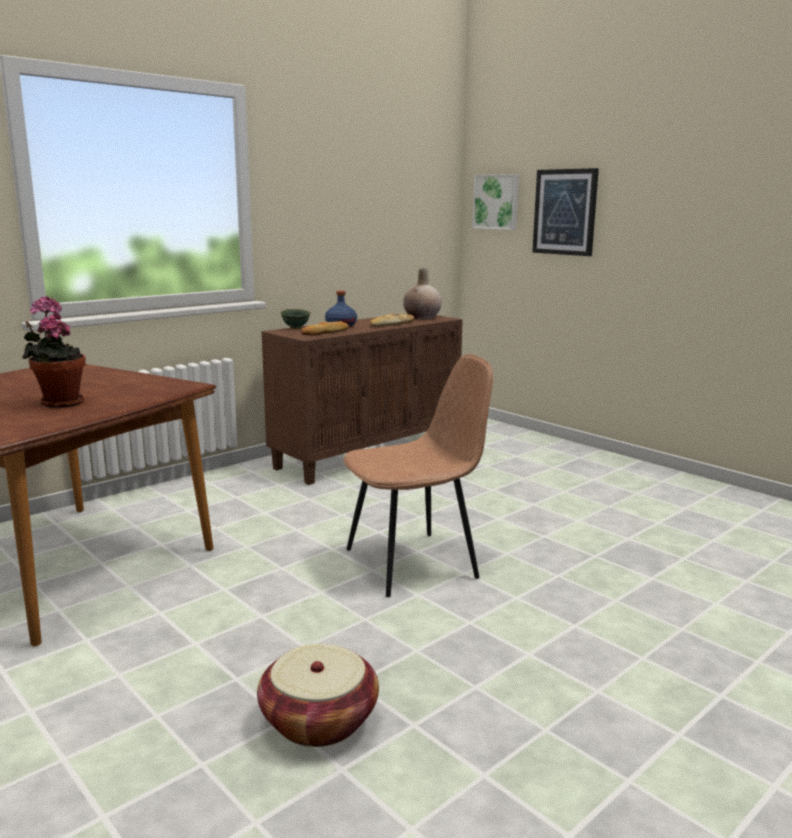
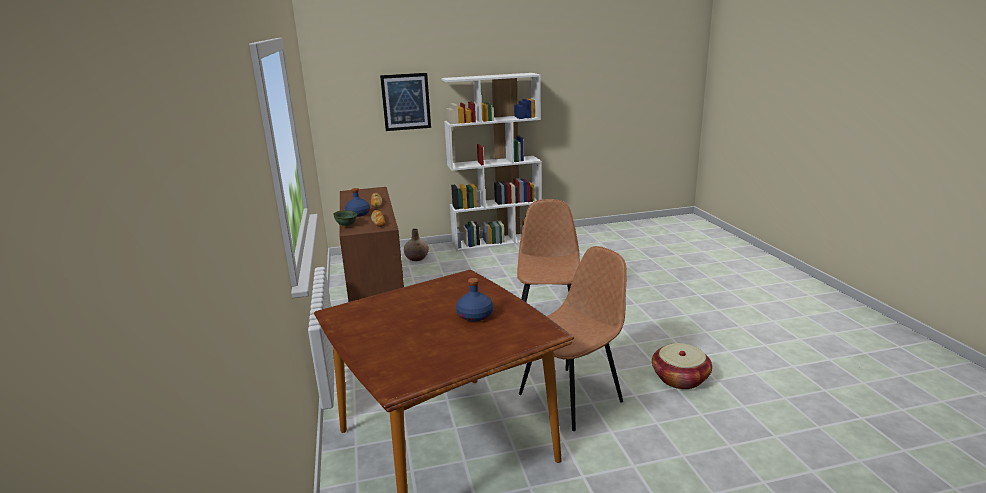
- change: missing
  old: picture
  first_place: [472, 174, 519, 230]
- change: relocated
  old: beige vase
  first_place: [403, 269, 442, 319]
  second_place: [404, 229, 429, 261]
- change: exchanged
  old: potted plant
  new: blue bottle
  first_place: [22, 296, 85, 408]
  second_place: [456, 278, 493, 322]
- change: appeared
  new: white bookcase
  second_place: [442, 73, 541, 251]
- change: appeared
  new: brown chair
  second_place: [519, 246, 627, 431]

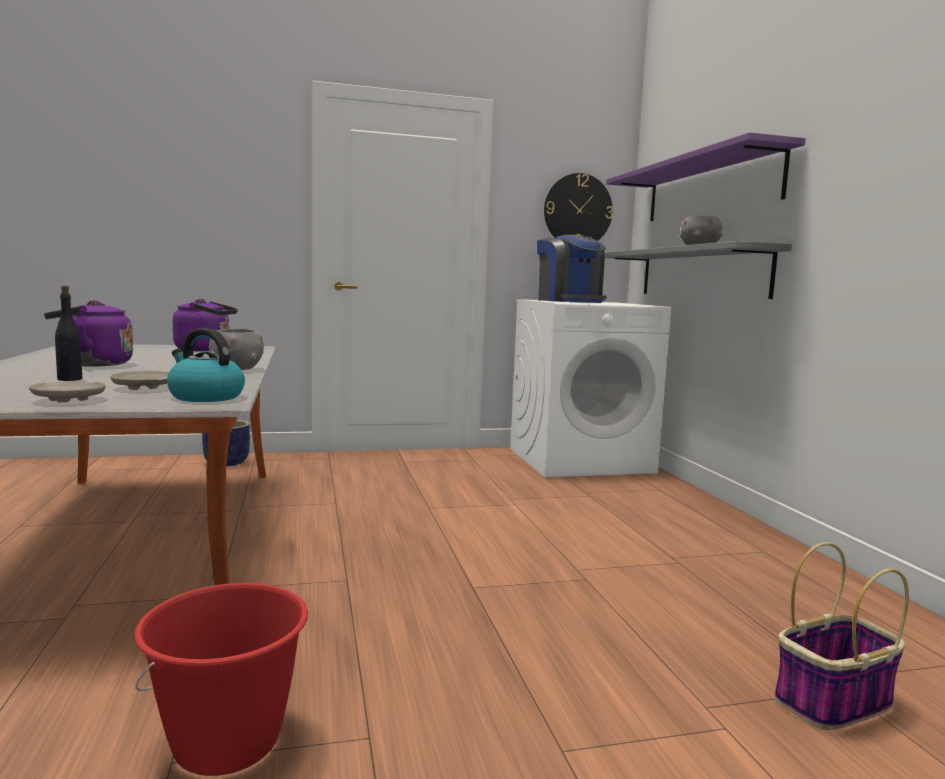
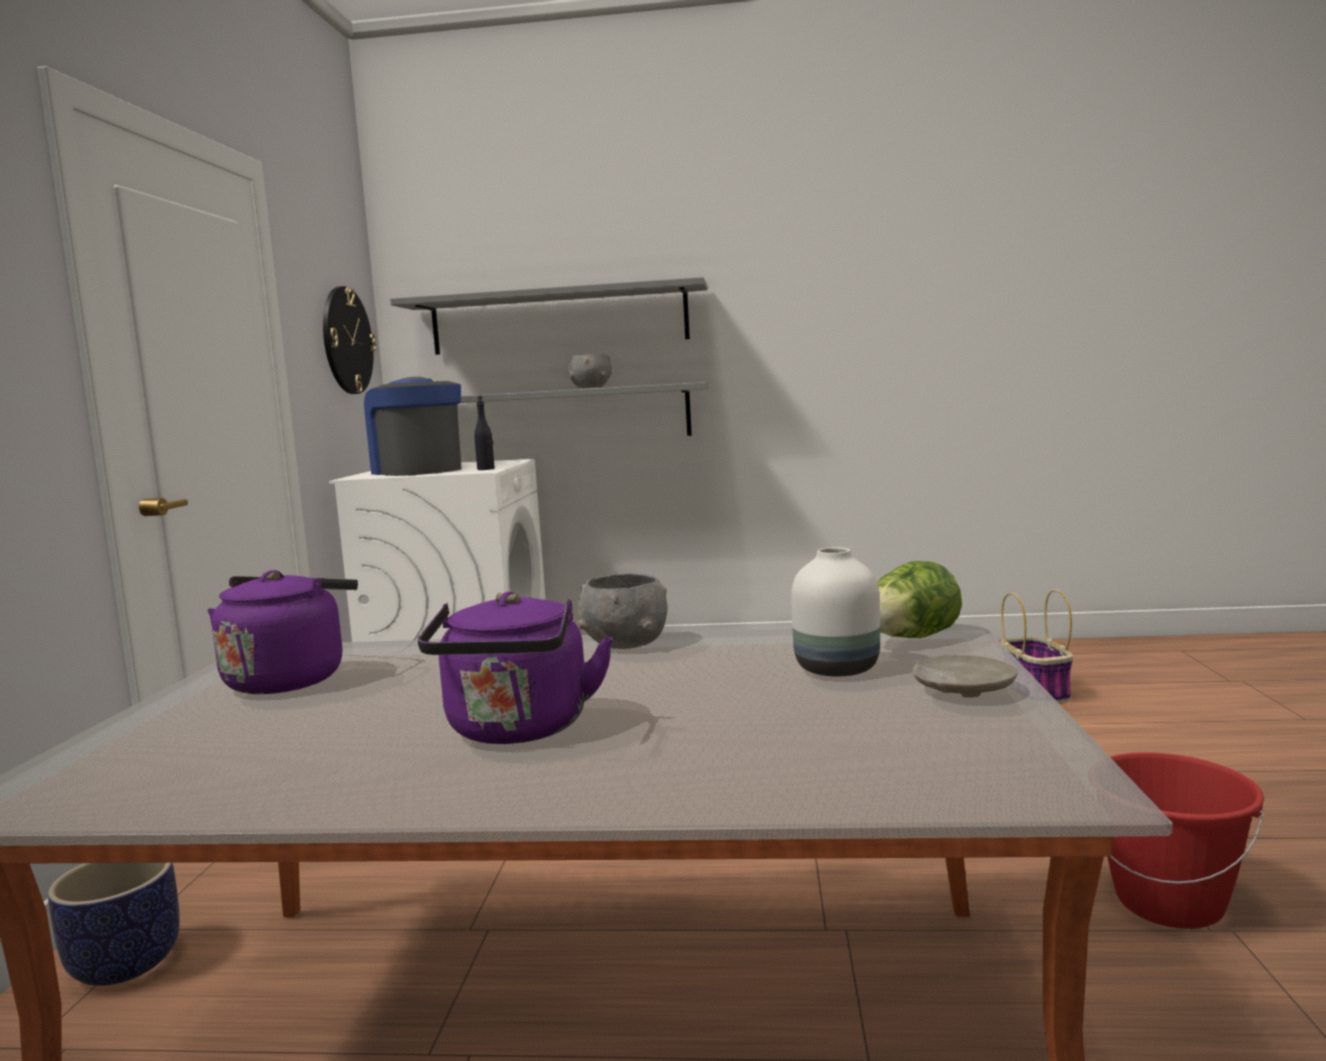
- change: colour
  old: purple shelf
  new: grey shelf
  first_place: [606, 132, 806, 221]
  second_place: [390, 277, 707, 355]
- change: spun
  old: coffee machine
  first_place: [537, 235, 607, 303]
  second_place: [364, 377, 461, 476]
  degrees: -120
- change: relocated
  old: black bottle
  first_place: [55, 286, 82, 381]
  second_place: [474, 395, 495, 470]
- change: exchanged
  old: kettle
  new: lettuce
  first_place: [167, 328, 245, 402]
  second_place: [877, 561, 962, 638]
- change: exchanged
  old: beige plate
  new: white vase
  first_place: [110, 371, 169, 390]
  second_place: [791, 547, 880, 676]

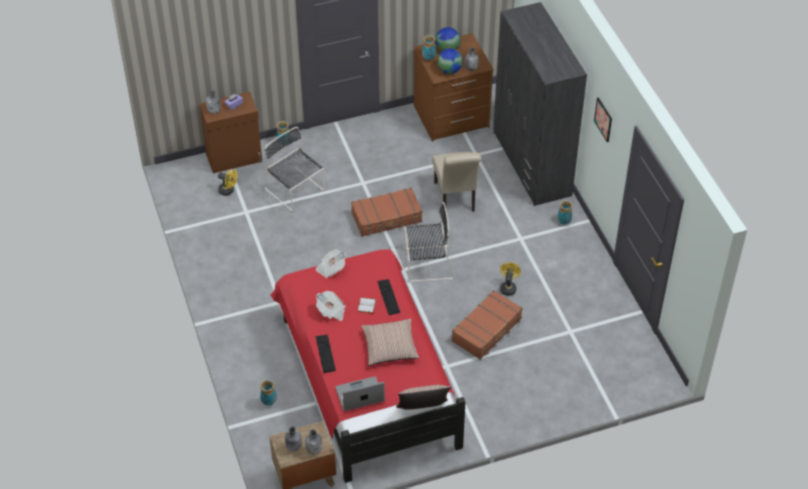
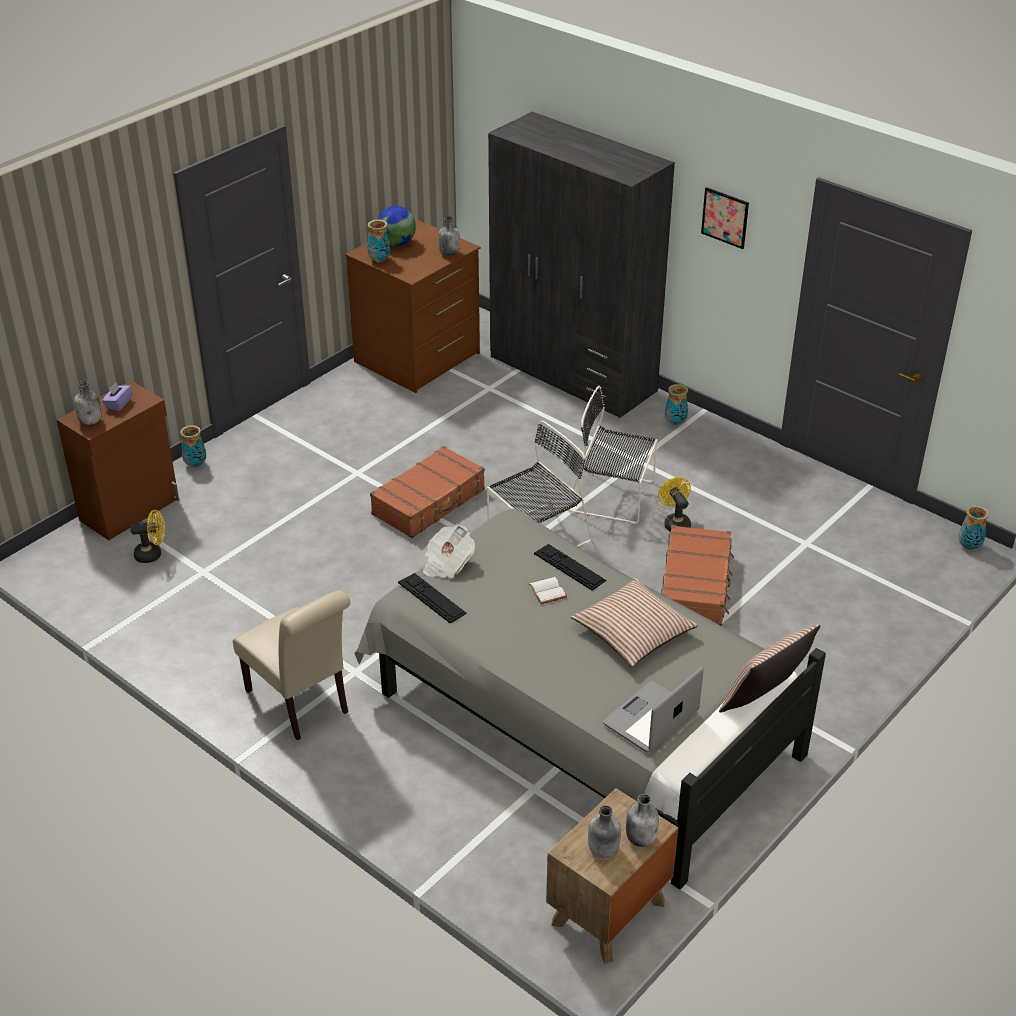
- change: missing
  old: globe
  first_place: [437, 48, 463, 74]
- change: relocated
  old: black chair
  first_place: [264, 127, 325, 211]
  second_place: [566, 386, 658, 524]
- change: relocated
  old: beige chair
  first_place: [432, 152, 481, 212]
  second_place: [233, 590, 350, 741]
- change: colour
  old: red bed
  new: grey bed
  first_place: [271, 249, 465, 483]
  second_place: [354, 509, 826, 890]
- change: missing
  old: newspaper
  first_place: [316, 291, 346, 321]
- change: relocated
  old: keyboard
  first_place: [316, 335, 336, 373]
  second_place: [398, 573, 467, 623]
- change: relocated
  old: vase
  first_place: [260, 380, 277, 406]
  second_place: [958, 505, 989, 550]

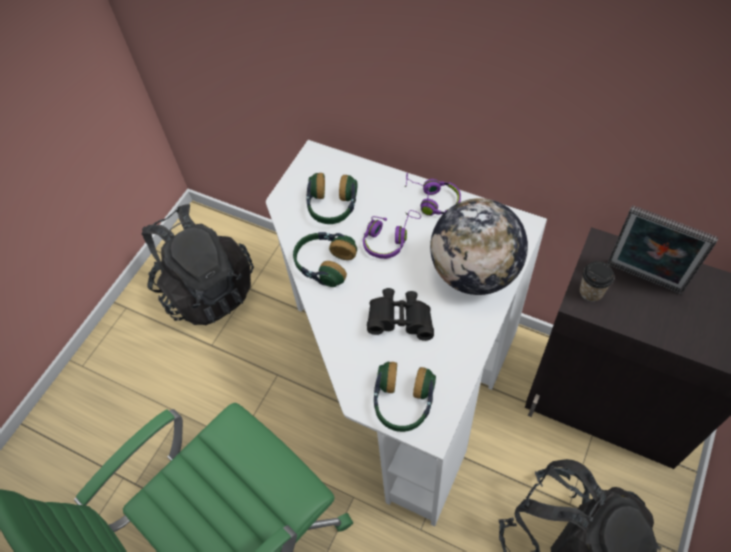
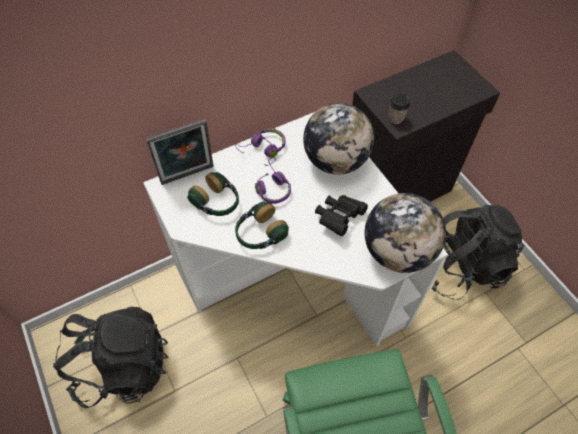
- change: relocated
  old: picture frame
  first_place: [607, 205, 719, 294]
  second_place: [146, 118, 214, 185]
- change: exchanged
  old: headphones
  new: globe
  first_place: [374, 362, 436, 432]
  second_place: [365, 193, 446, 273]

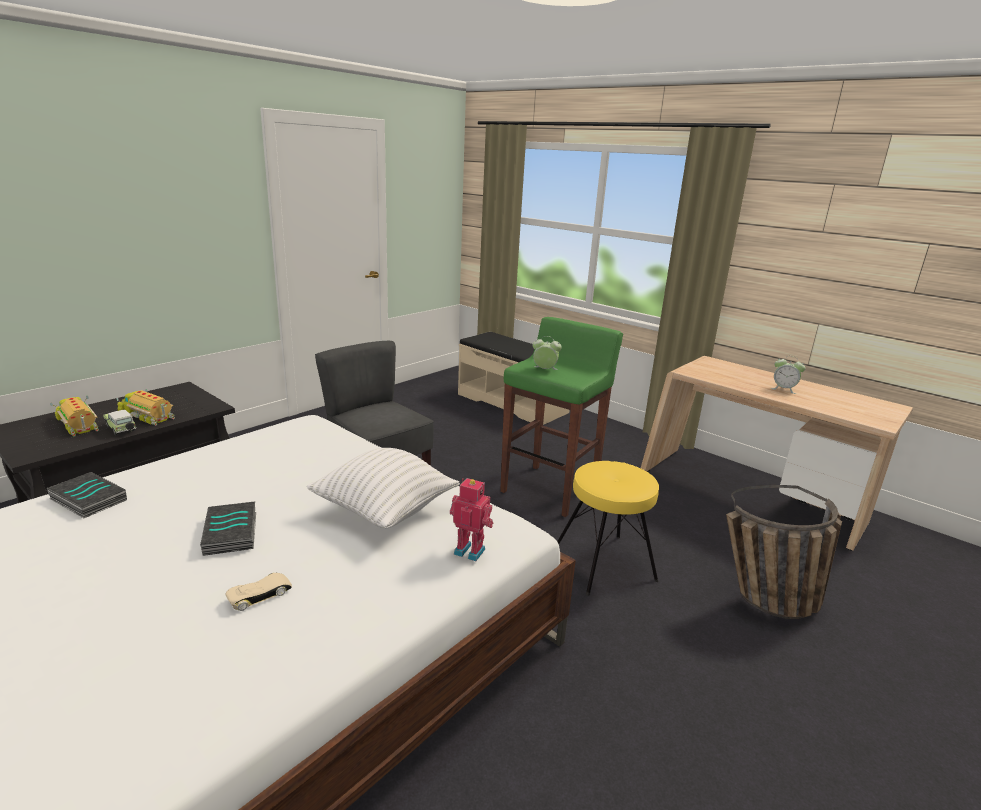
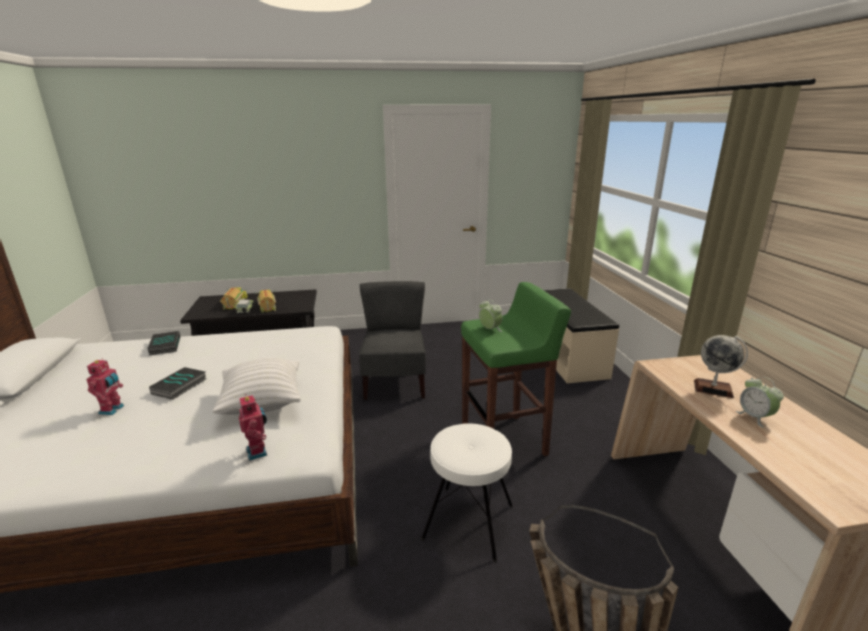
- change: colour
  old: yellow stool
  new: white stool
  first_place: [557, 461, 659, 596]
  second_place: [421, 423, 513, 563]
- change: missing
  old: beige toy car
  first_place: [225, 573, 292, 611]
- change: appeared
  new: globe
  second_place: [694, 335, 748, 398]
- change: appeared
  new: toy robot
  second_place: [86, 358, 124, 415]

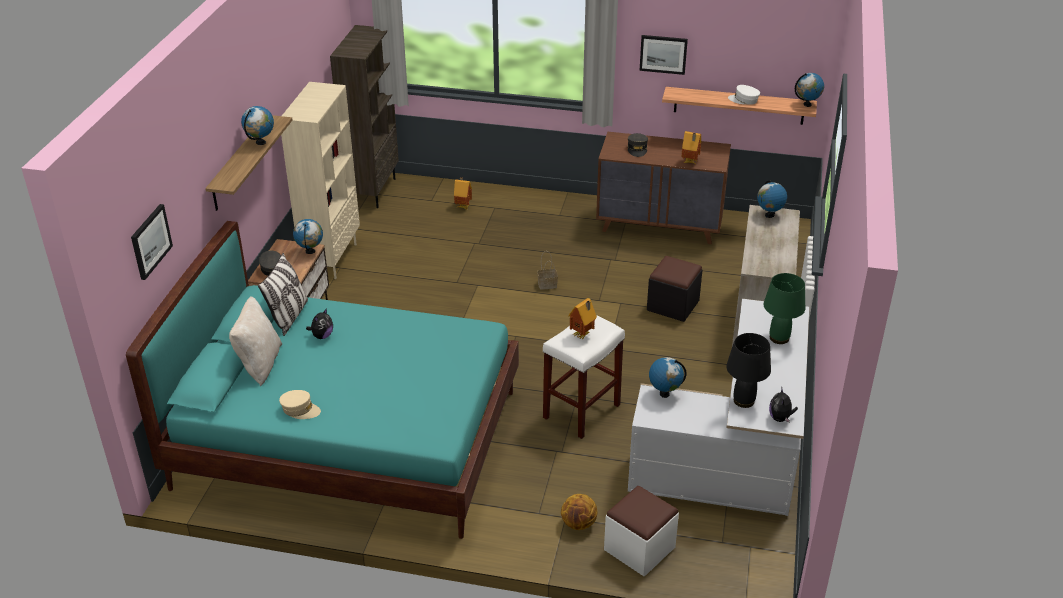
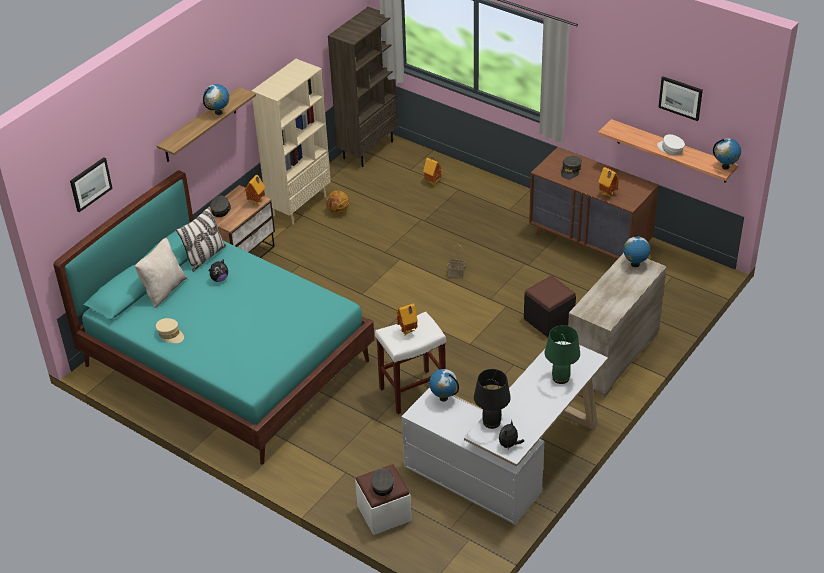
- change: relocated
  old: picture
  first_place: [639, 35, 688, 75]
  second_place: [658, 76, 703, 121]
- change: exchanged
  old: globe
  new: toy house
  first_place: [293, 219, 323, 254]
  second_place: [245, 175, 265, 205]
- change: relocated
  old: basketball
  first_place: [561, 494, 597, 530]
  second_place: [326, 191, 349, 214]
- change: appeared
  new: grey cap
  second_place: [371, 468, 394, 496]

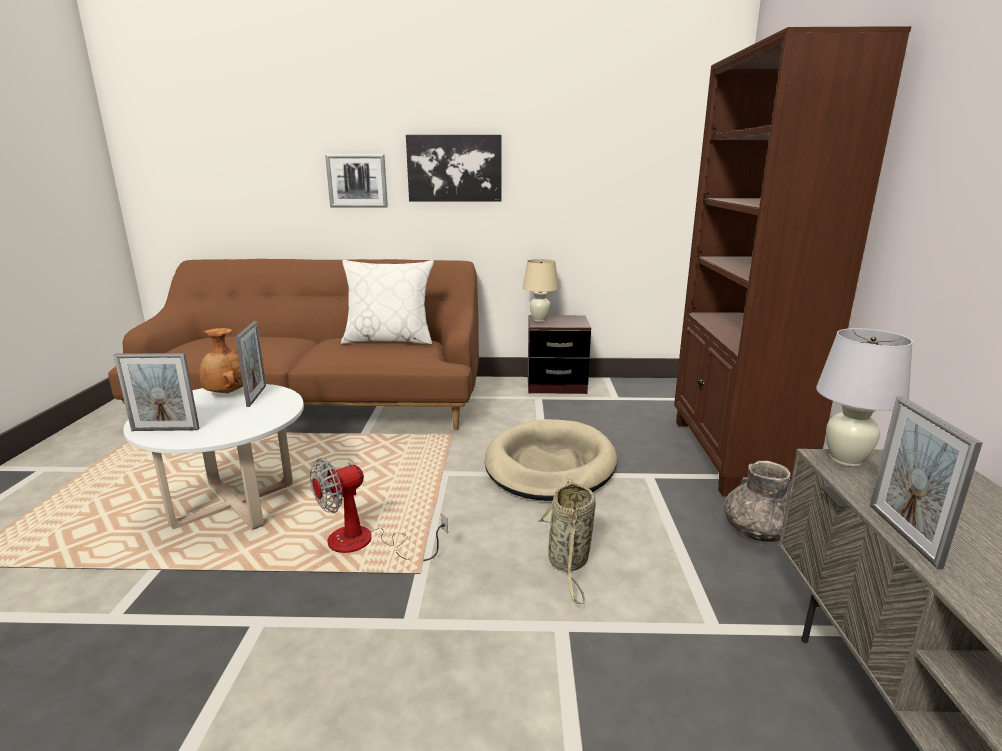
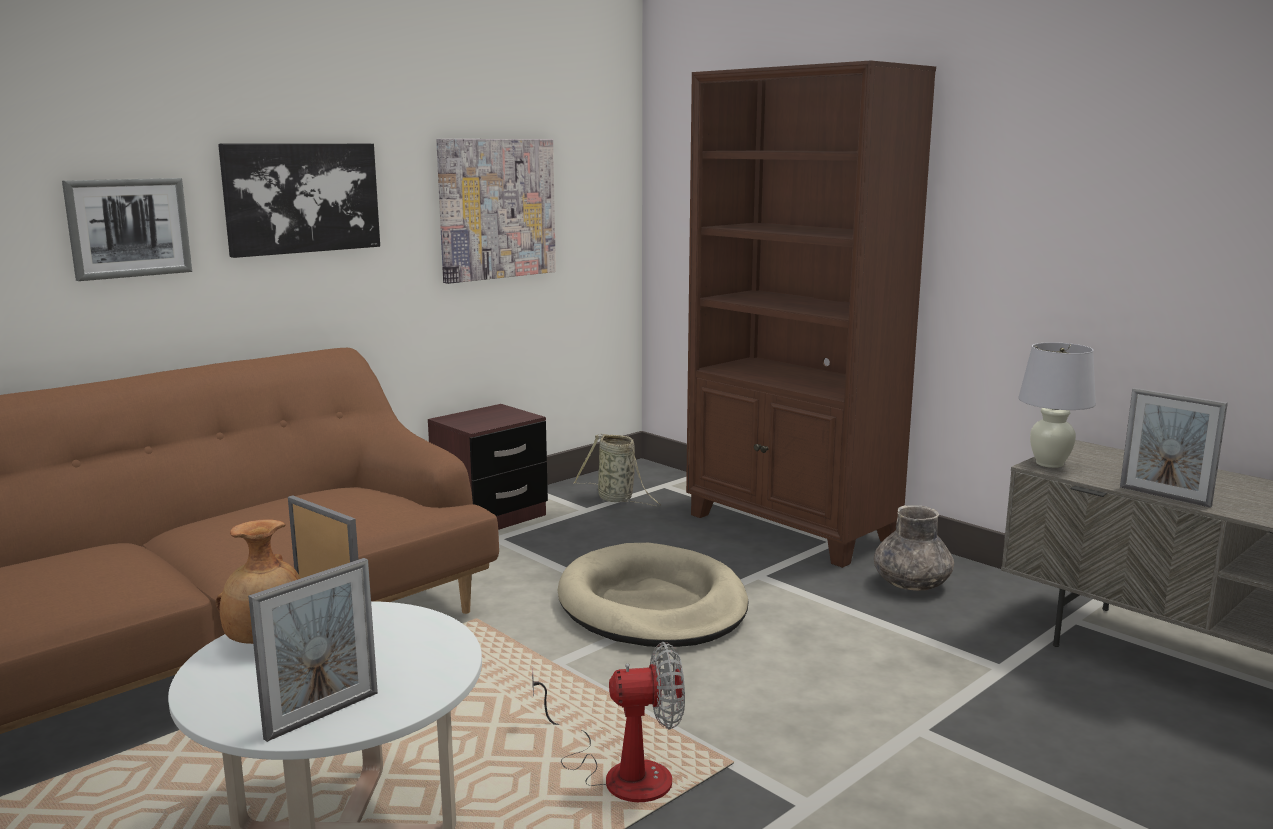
- change: missing
  old: beige table lamp
  first_place: [523, 259, 559, 322]
- change: missing
  old: white pillow
  first_place: [341, 260, 434, 345]
- change: spun
  old: fan
  first_place: [310, 458, 448, 561]
  second_place: [532, 642, 685, 802]
  degrees: -105
- change: relocated
  old: basket
  first_place: [537, 479, 596, 604]
  second_place: [573, 434, 661, 506]
- change: appeared
  new: picture
  second_place: [436, 139, 556, 284]

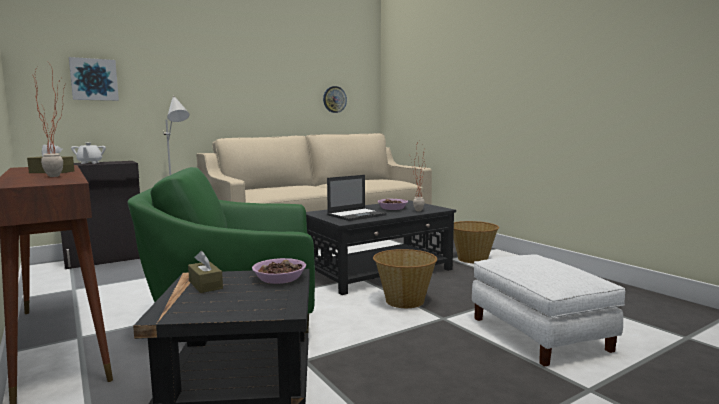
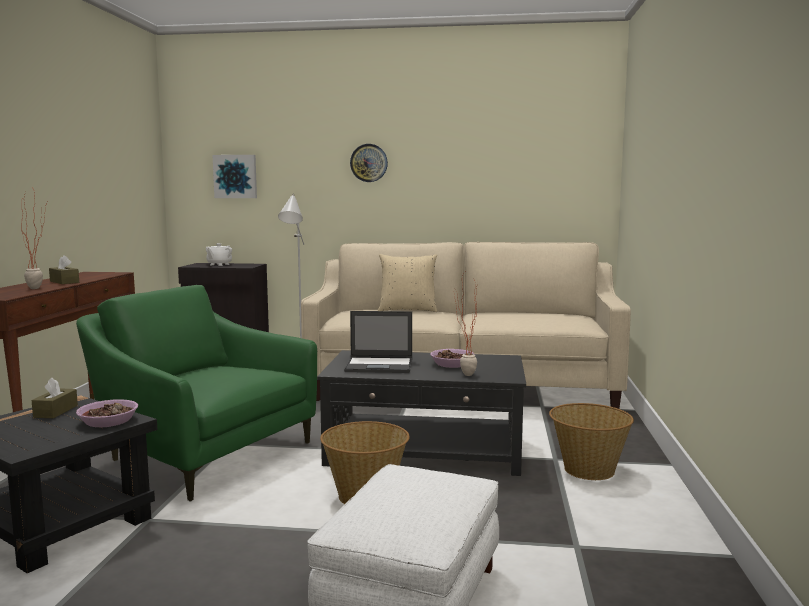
- change: relocated
  old: wall clock
  first_place: [323, 86, 347, 113]
  second_place: [350, 144, 388, 182]
- change: appeared
  new: beige pillow
  second_place: [378, 254, 437, 312]

